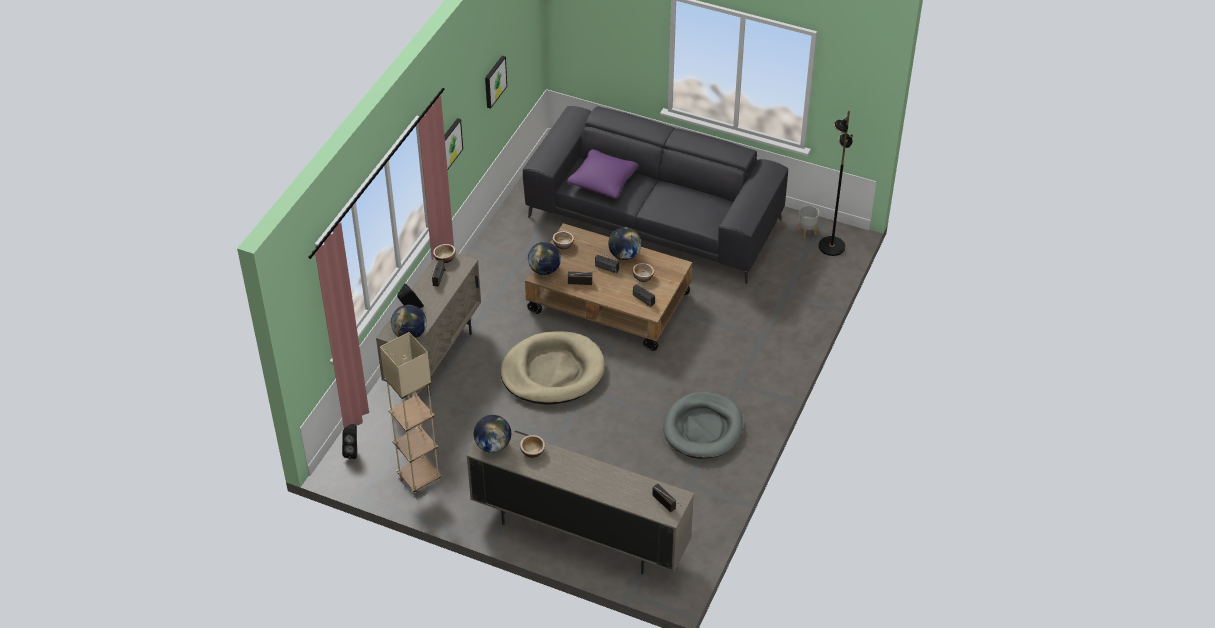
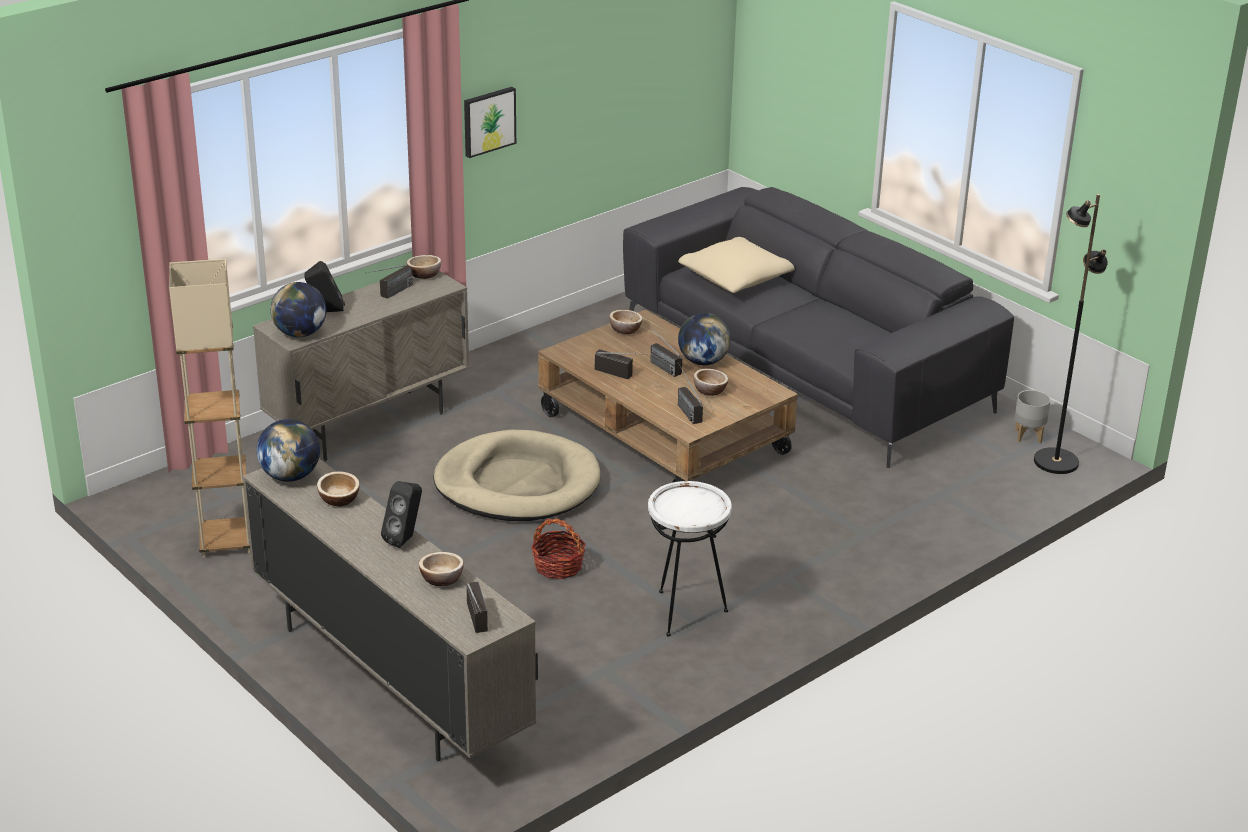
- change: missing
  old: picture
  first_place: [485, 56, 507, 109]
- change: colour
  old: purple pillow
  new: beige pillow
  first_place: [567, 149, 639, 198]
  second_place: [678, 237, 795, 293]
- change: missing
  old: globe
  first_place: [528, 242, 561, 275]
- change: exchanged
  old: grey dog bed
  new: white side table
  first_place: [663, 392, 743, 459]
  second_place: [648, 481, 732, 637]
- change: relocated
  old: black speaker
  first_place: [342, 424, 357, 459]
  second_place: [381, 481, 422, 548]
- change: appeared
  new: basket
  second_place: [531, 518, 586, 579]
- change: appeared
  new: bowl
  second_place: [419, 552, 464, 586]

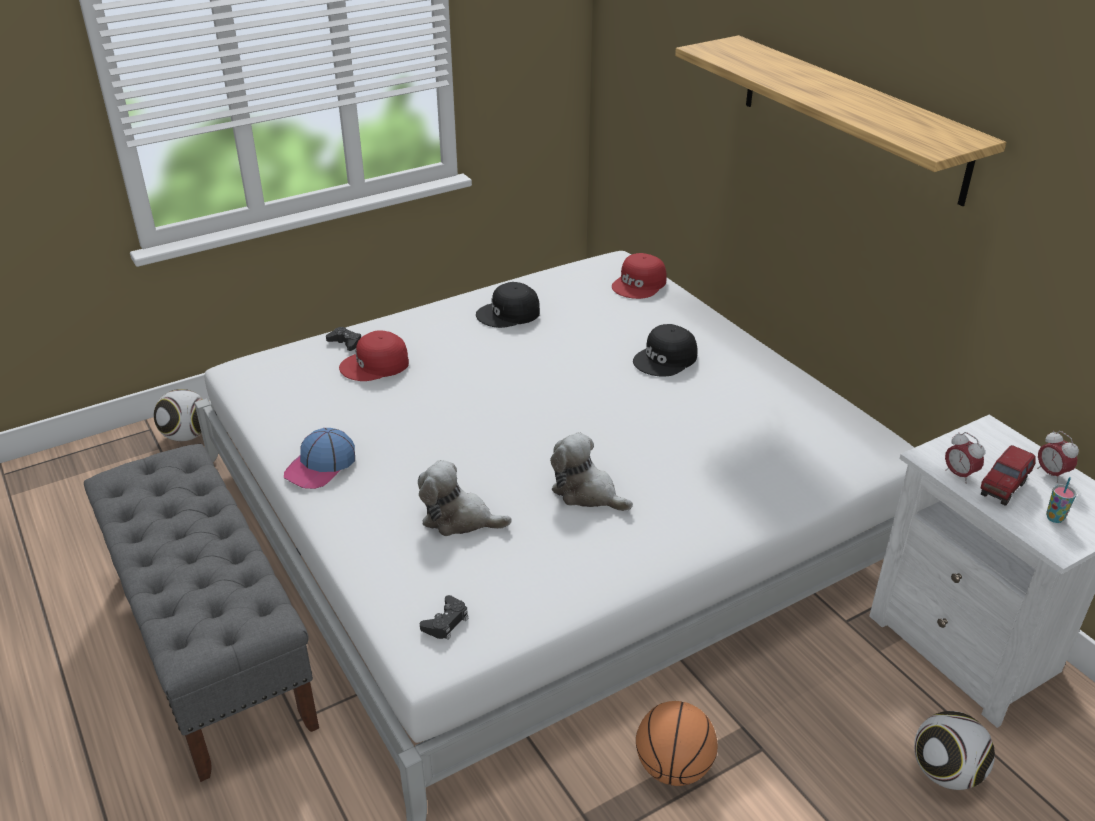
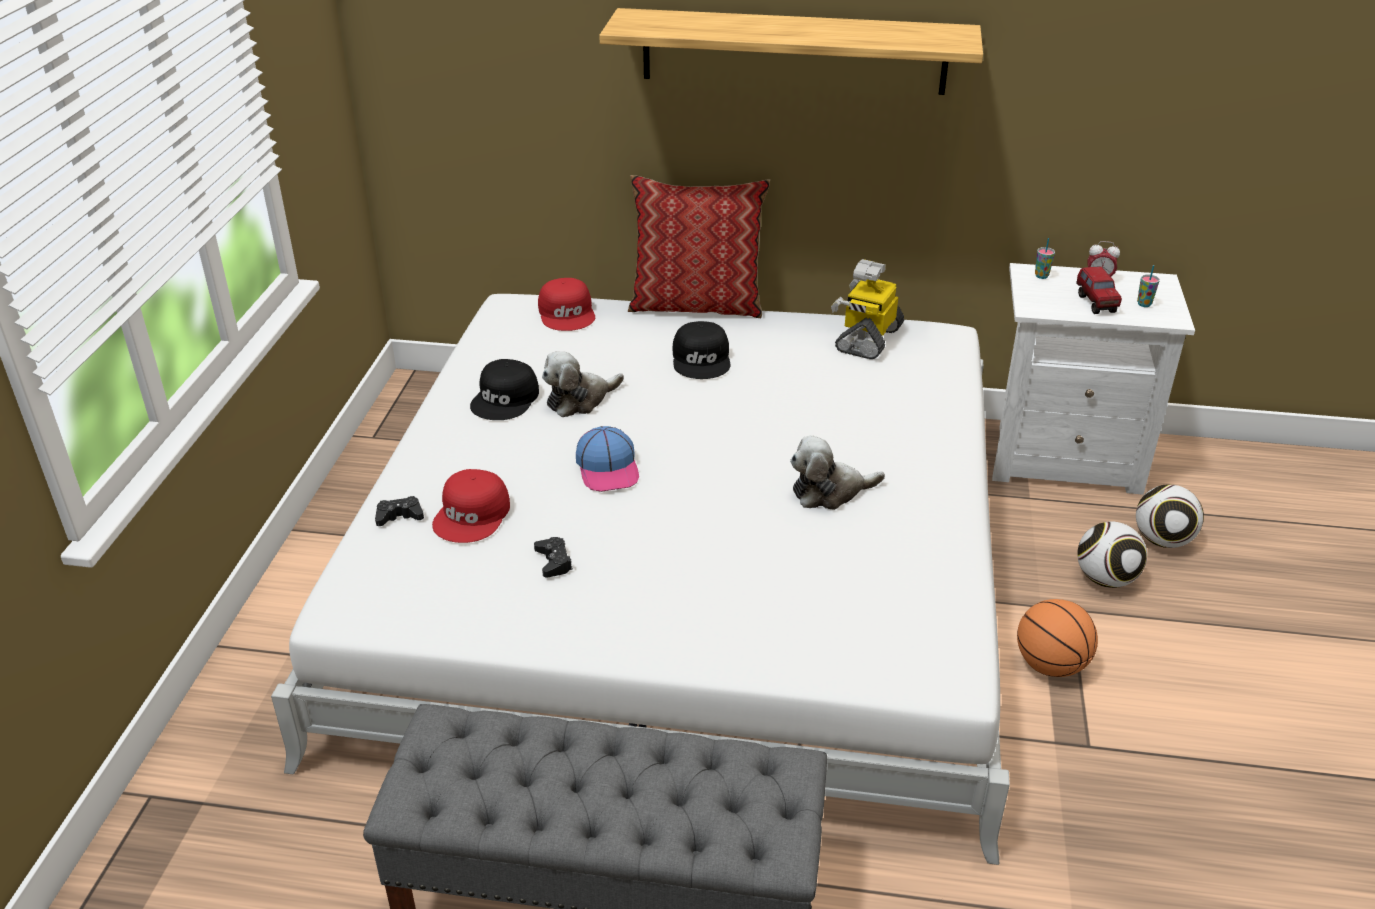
- change: relocated
  old: football
  first_place: [154, 389, 203, 441]
  second_place: [1077, 522, 1147, 588]
- change: relocated
  old: cap
  first_place: [284, 428, 355, 489]
  second_place: [576, 426, 639, 492]
- change: missing
  old: alarm clock
  first_place: [945, 432, 985, 484]
- change: relocated
  old: plush toy
  first_place: [418, 460, 512, 536]
  second_place: [542, 351, 624, 417]
- change: relocated
  old: black game controller
  first_place: [420, 595, 468, 639]
  second_place: [534, 537, 573, 577]
- change: appeared
  new: pillow
  second_place: [628, 175, 770, 318]
- change: appeared
  new: cup
  second_place: [1035, 238, 1055, 279]
- change: appeared
  new: toy robot
  second_place: [831, 259, 904, 359]

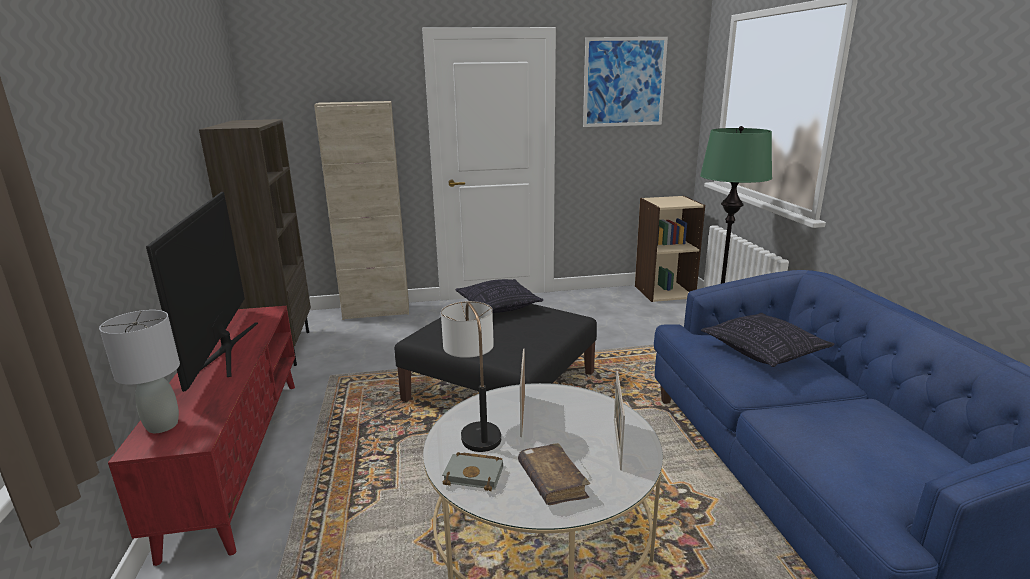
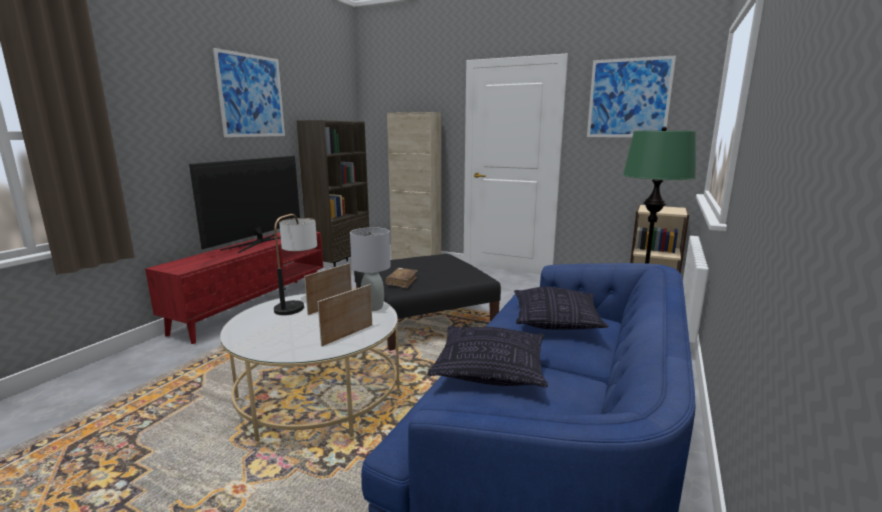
- change: relocated
  old: pillow
  first_place: [455, 279, 543, 313]
  second_place: [427, 326, 548, 387]
- change: relocated
  old: grey table lamp
  first_place: [99, 310, 180, 433]
  second_place: [350, 227, 391, 311]
- change: relocated
  old: brown book
  first_place: [518, 443, 590, 505]
  second_place: [385, 268, 418, 288]
- change: missing
  old: grey book
  first_place: [442, 452, 503, 491]
- change: appeared
  new: picture
  second_place: [213, 48, 285, 137]

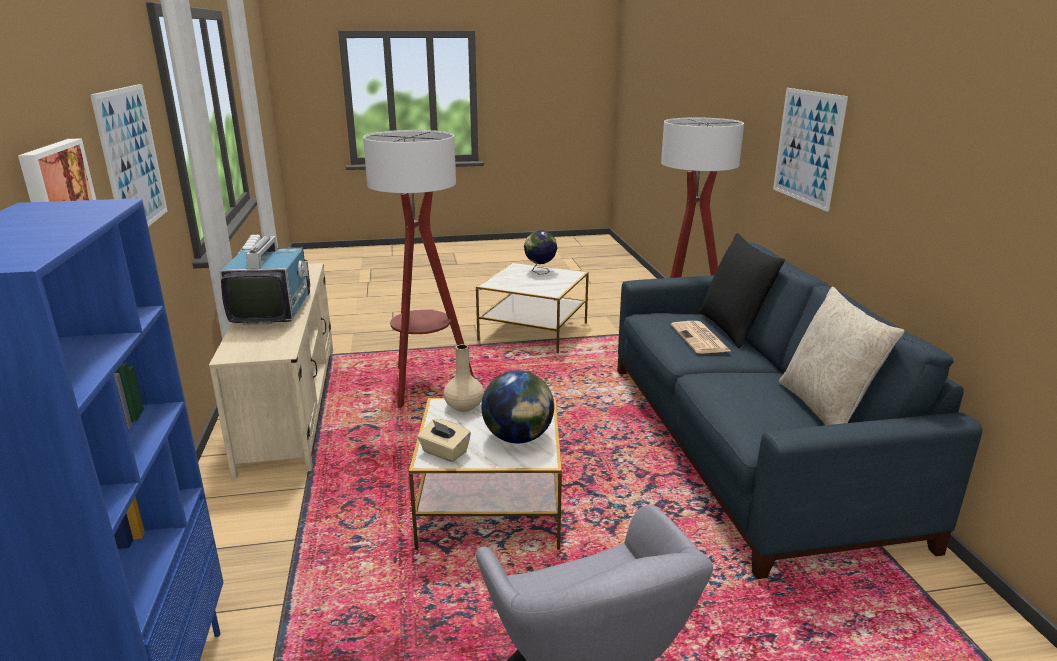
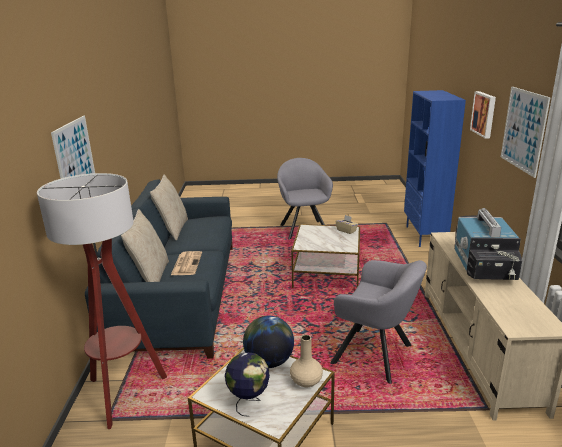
- change: exchanged
  old: floor lamp
  new: grey armchair
  first_place: [363, 130, 474, 408]
  second_place: [330, 260, 427, 384]
- change: colour
  old: black pillow
  new: beige pillow
  first_place: [699, 233, 785, 349]
  second_place: [121, 209, 169, 282]
- change: relocated
  old: beige vase
  first_place: [443, 344, 484, 412]
  second_place: [290, 335, 323, 387]
- change: relocated
  old: globe
  first_place: [481, 370, 554, 443]
  second_place: [243, 316, 294, 368]

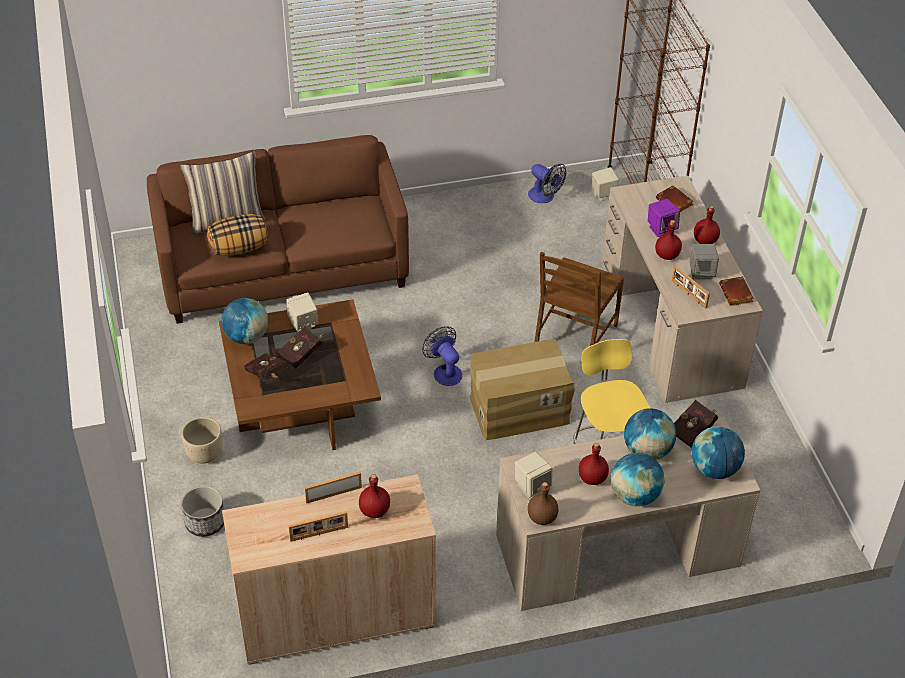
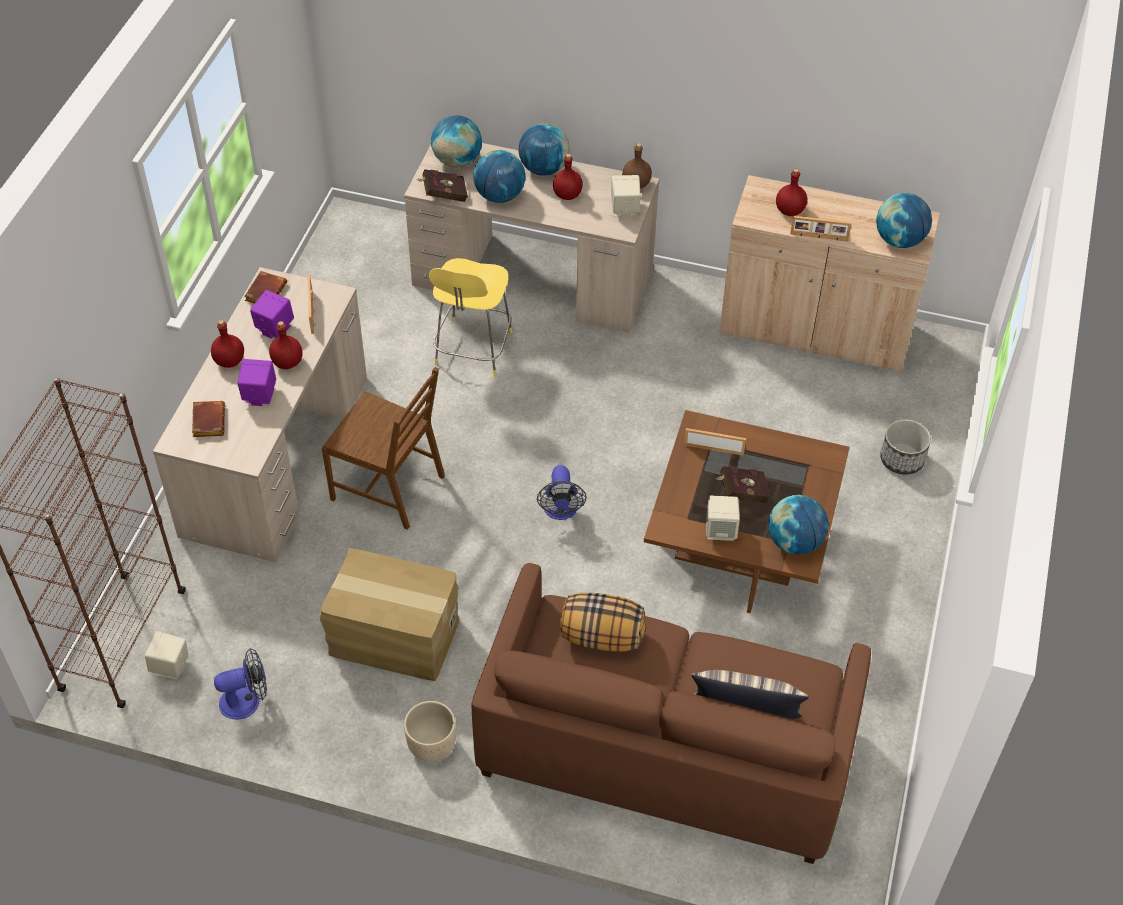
- change: spun
  old: fan
  first_place: [528, 164, 566, 203]
  second_place: [214, 648, 267, 720]
  degrees: 90
- change: relocated
  old: pillow
  first_place: [207, 214, 268, 256]
  second_place: [560, 593, 646, 652]
- change: colour
  old: grey speaker
  new: purple speaker
  first_place: [690, 244, 719, 279]
  second_place: [250, 290, 294, 338]
- change: spun
  old: brown chair
  first_place: [534, 252, 624, 346]
  second_place: [322, 367, 445, 530]
  degrees: 60
- change: relocated
  old: cardboard box
  first_place: [470, 339, 575, 440]
  second_place: [320, 548, 459, 681]
- change: missing
  old: red book
  first_place: [244, 353, 288, 380]
- change: relocated
  old: beige planter
  first_place: [182, 417, 223, 463]
  second_place: [404, 701, 456, 762]
- change: relocated
  old: picture frame
  first_place: [288, 511, 348, 542]
  second_place: [684, 428, 746, 456]
- change: appeared
  new: globe
  second_place: [876, 193, 932, 248]

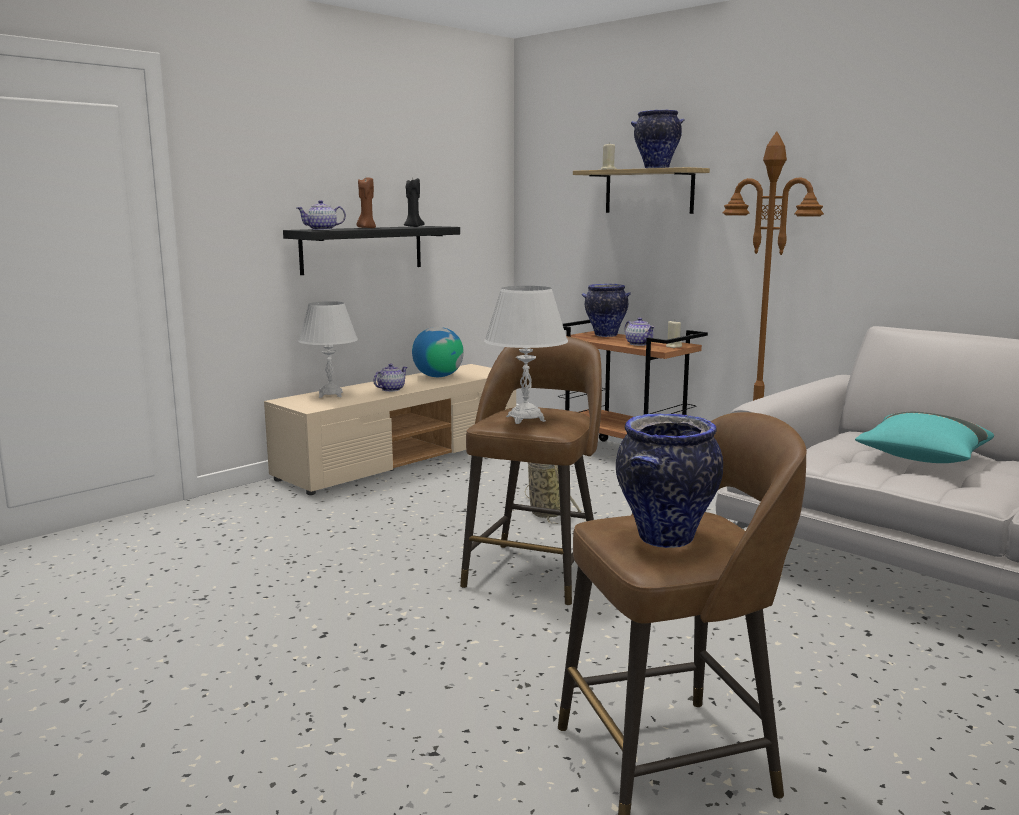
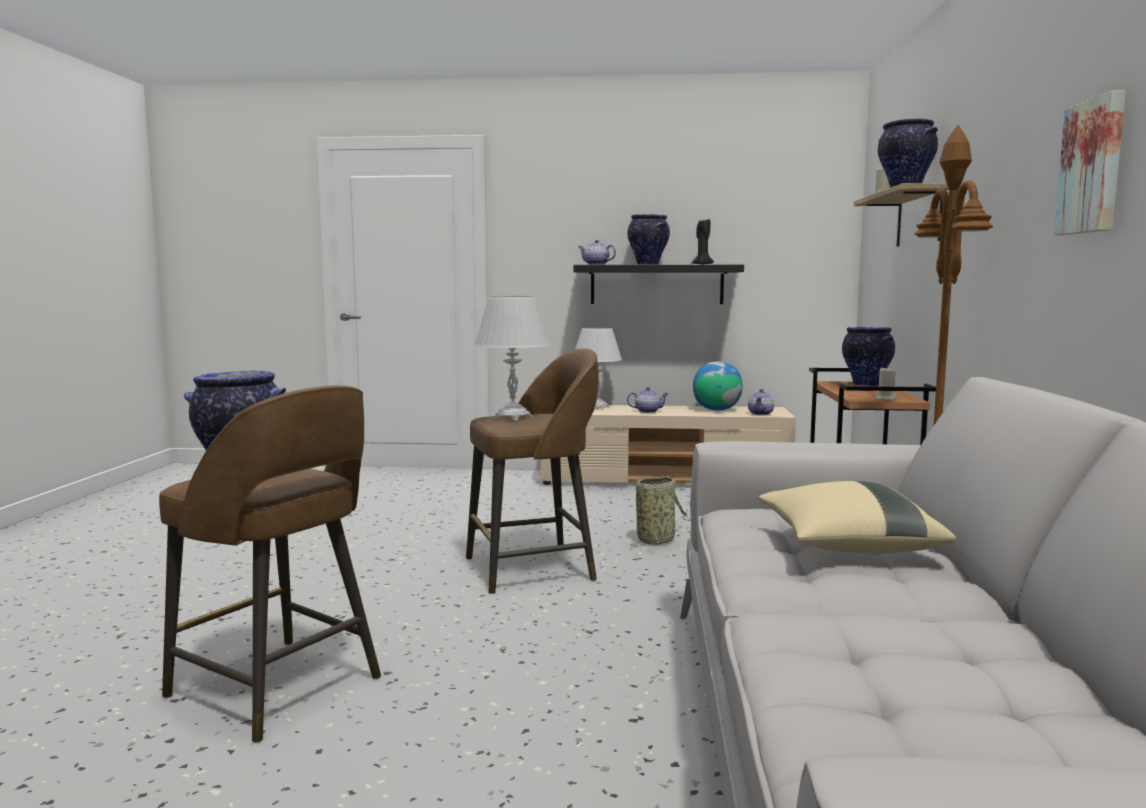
- change: exchanged
  old: brown candle
  new: vase
  first_place: [357, 176, 376, 228]
  second_place: [627, 214, 670, 265]
- change: relocated
  old: teapot
  first_place: [625, 317, 655, 346]
  second_place: [748, 389, 774, 415]
- change: colour
  old: turquoise pillow
  new: beige pillow
  first_place: [855, 411, 994, 463]
  second_place: [759, 481, 956, 553]
- change: appeared
  new: picture
  second_place: [1054, 90, 1126, 235]

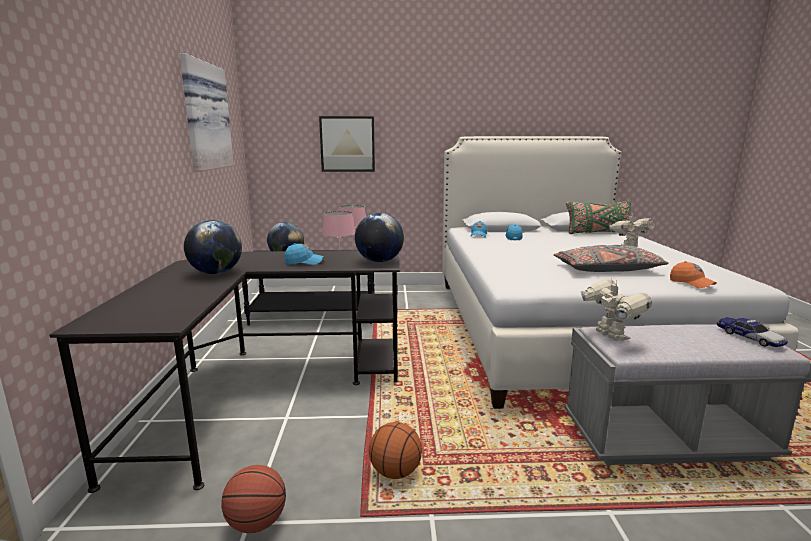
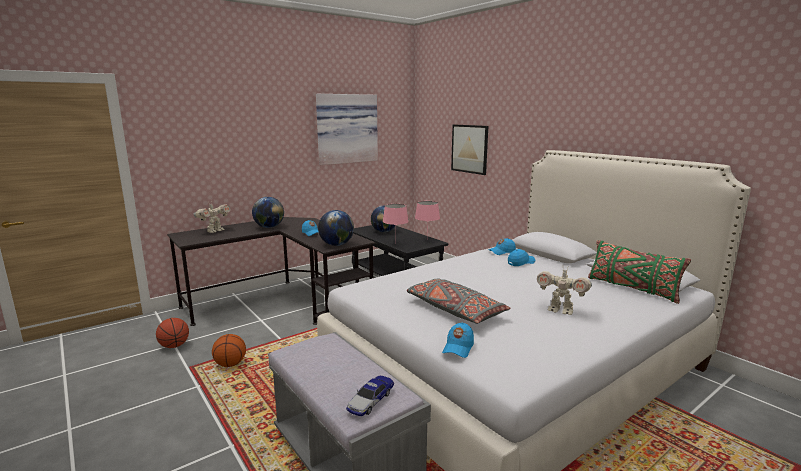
- change: colour
  old: orange cap
  new: blue cap
  first_place: [670, 261, 717, 288]
  second_place: [442, 323, 474, 358]
- change: relocated
  old: toy robot
  first_place: [581, 278, 652, 341]
  second_place: [194, 201, 230, 233]

